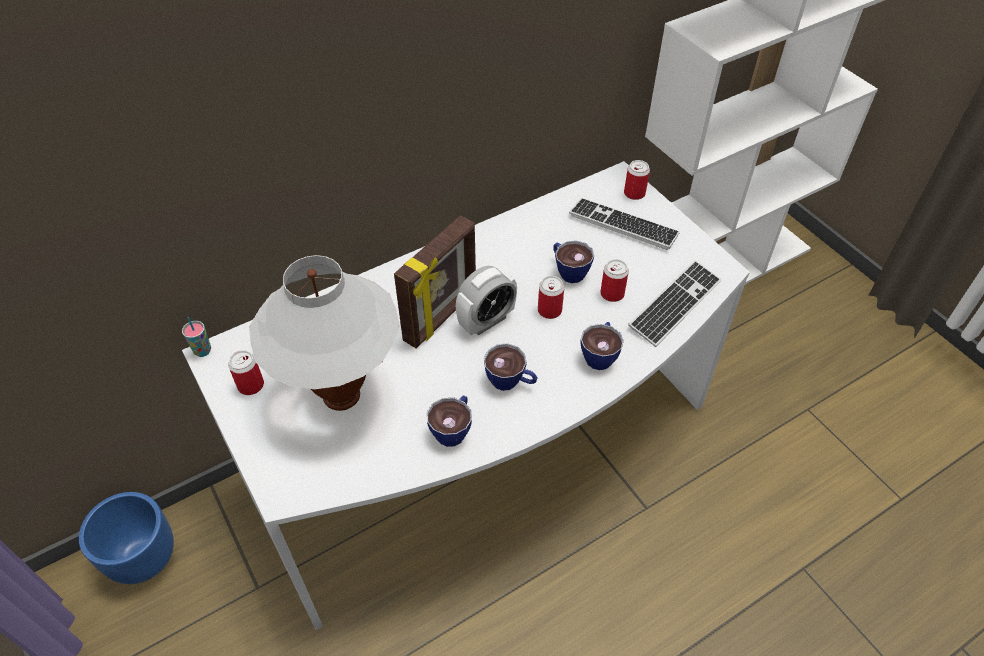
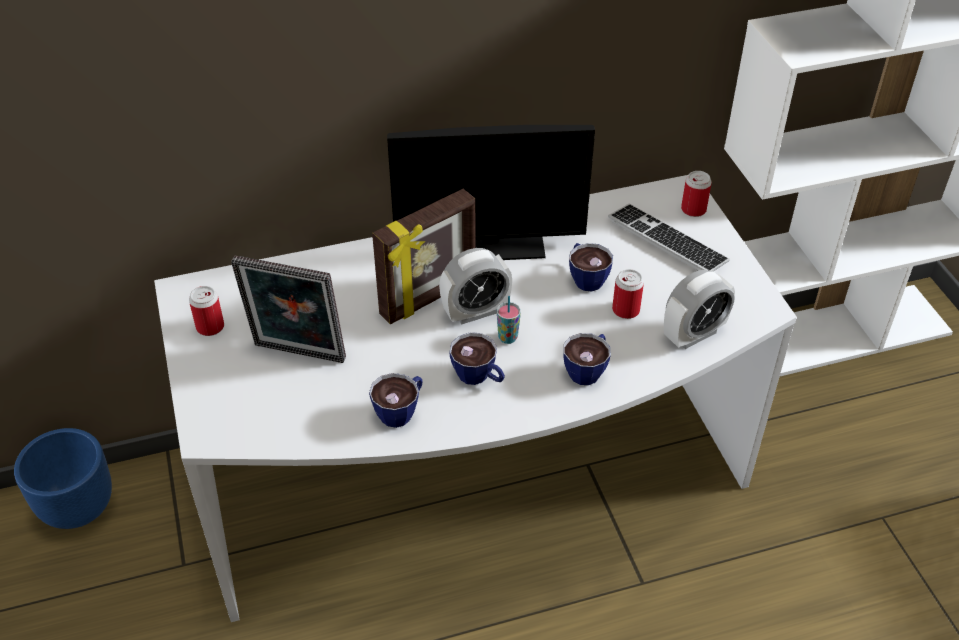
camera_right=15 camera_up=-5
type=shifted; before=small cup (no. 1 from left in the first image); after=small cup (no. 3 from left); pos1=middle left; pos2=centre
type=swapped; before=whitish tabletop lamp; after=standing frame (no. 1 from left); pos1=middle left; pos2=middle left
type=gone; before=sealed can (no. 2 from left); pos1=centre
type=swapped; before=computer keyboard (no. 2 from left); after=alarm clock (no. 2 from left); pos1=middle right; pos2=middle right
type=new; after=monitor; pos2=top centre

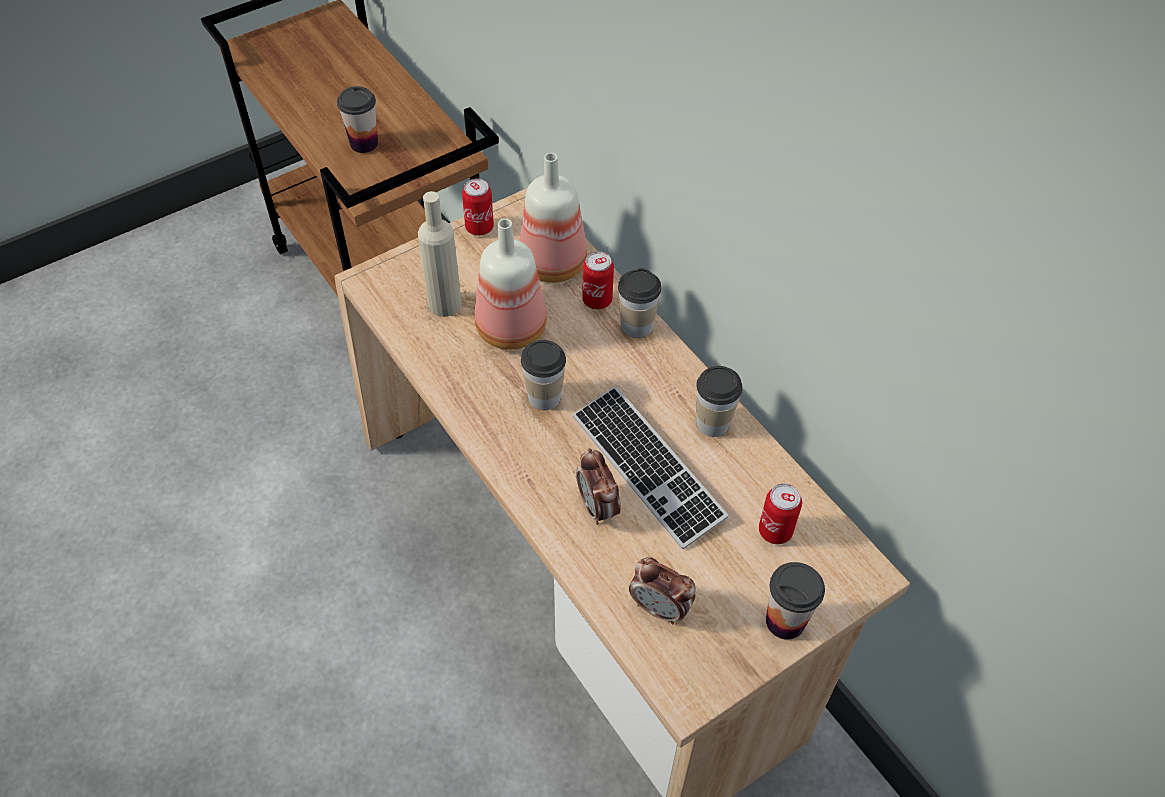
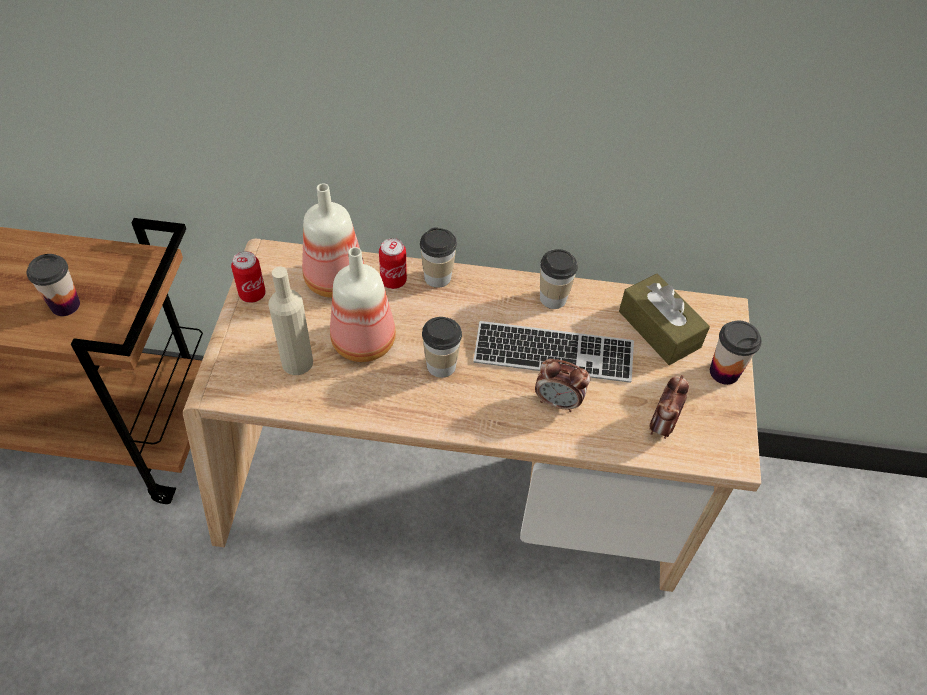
camera_right=-50 camera_up=0
type=rotated; before=alarm clock (no. 2 from left); pos1=bottom centre; pos2=middle right; turn=135
type=swapped; before=sealed can (no. 3 from left); after=brownish tissue box; pos1=middle right; pos2=middle right

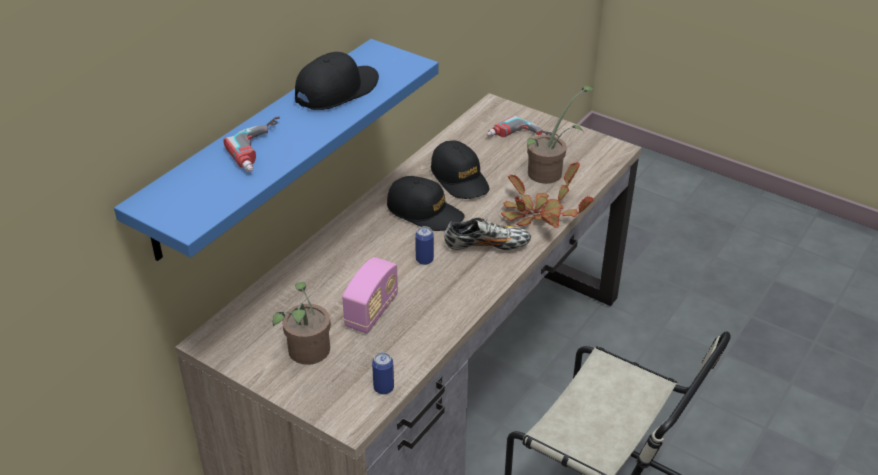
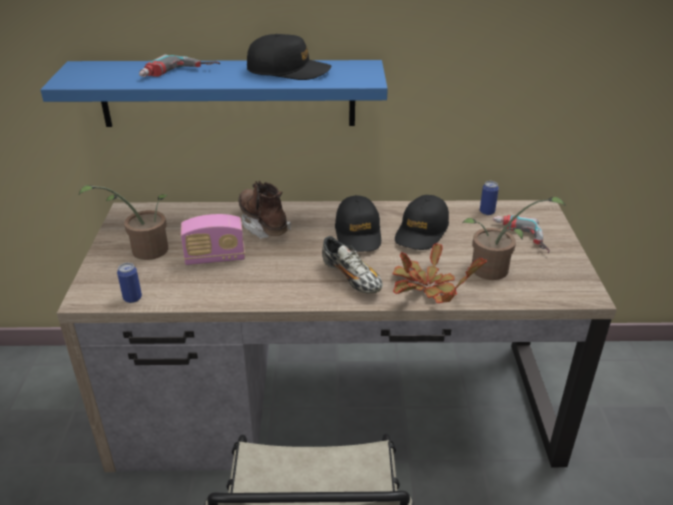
camera_right=55 camera_up=-5
type=shifted; before=sealed can (no. 2 from left); pos1=centre; pos2=middle right
type=new; after=brownish tall boot; pos2=centre

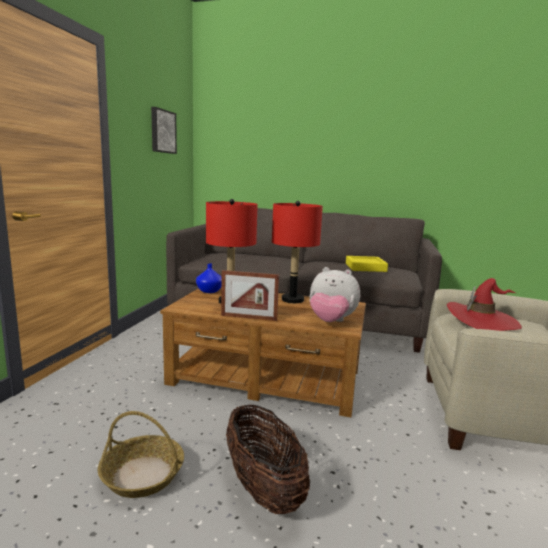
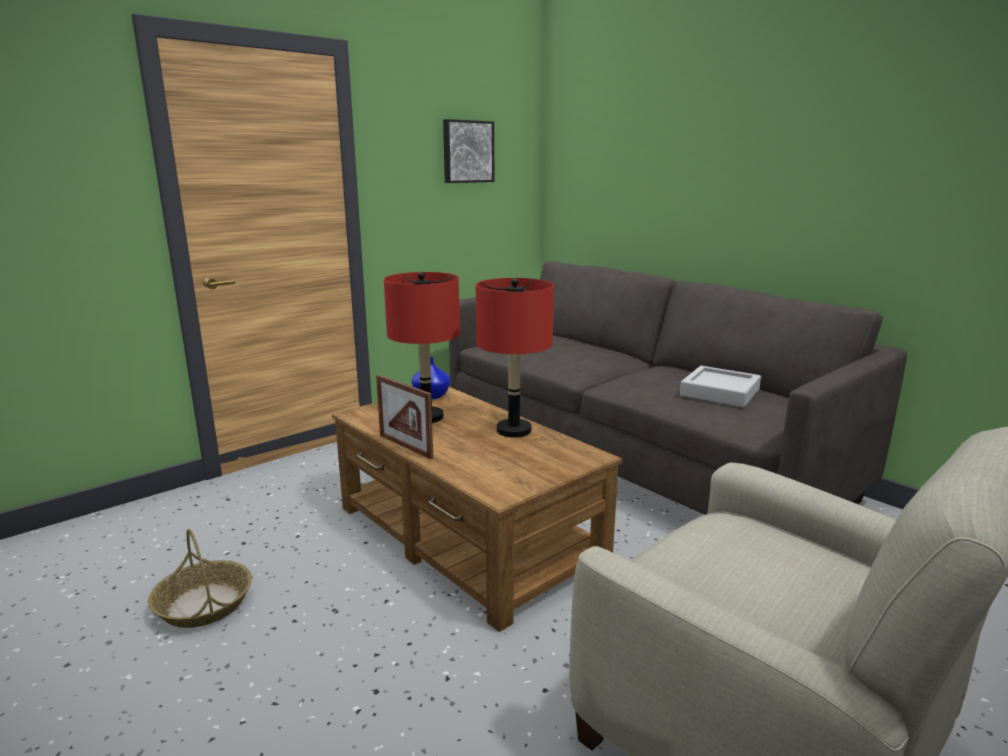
camera_right=35 camera_up=5
type=gone; before=household basket (no. 2 from left); pos1=bottom centre
type=gone; before=soft toy; pos1=centre
type=repainted; before=yellowish serving tray; after=grey serving tray; pos1=middle right; pos2=middle right
type=gone; before=red hat; pos1=middle right

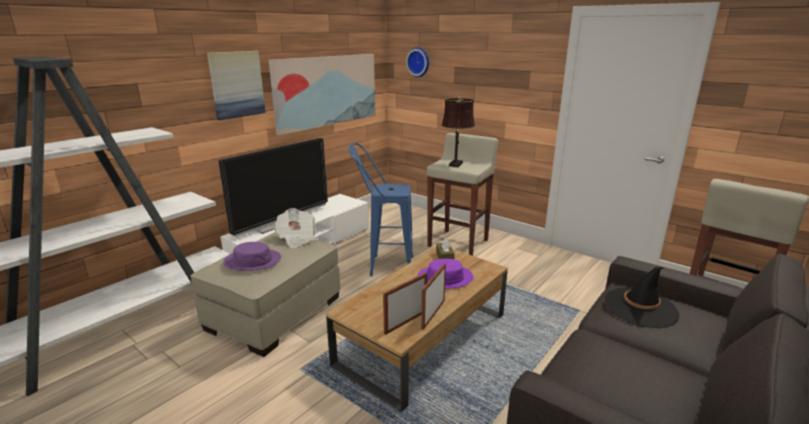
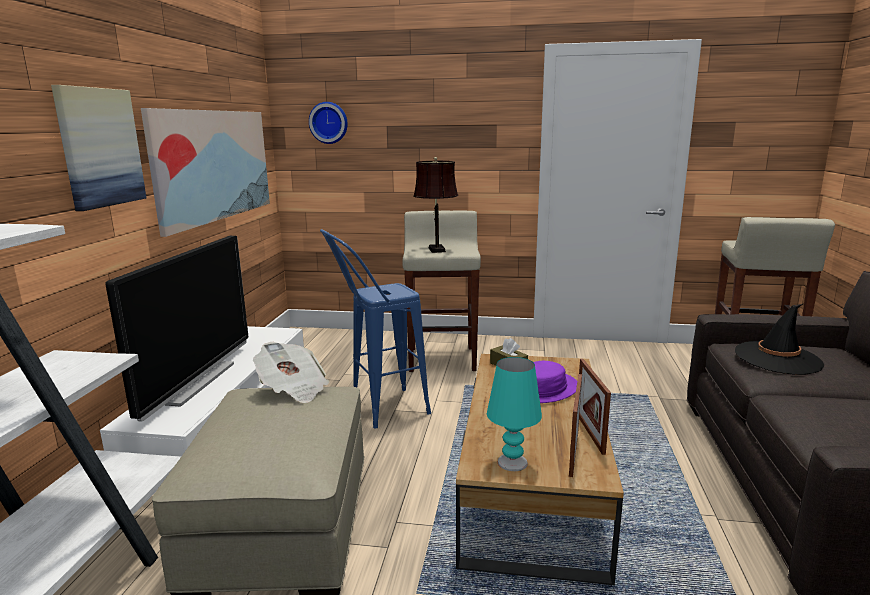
camera_right=-30 camera_up=-5
type=gone; before=purple-coloured hat (no. 1 from left); pos1=middle left
type=new; after=blue-green tabletop lamp; pos2=bottom centre

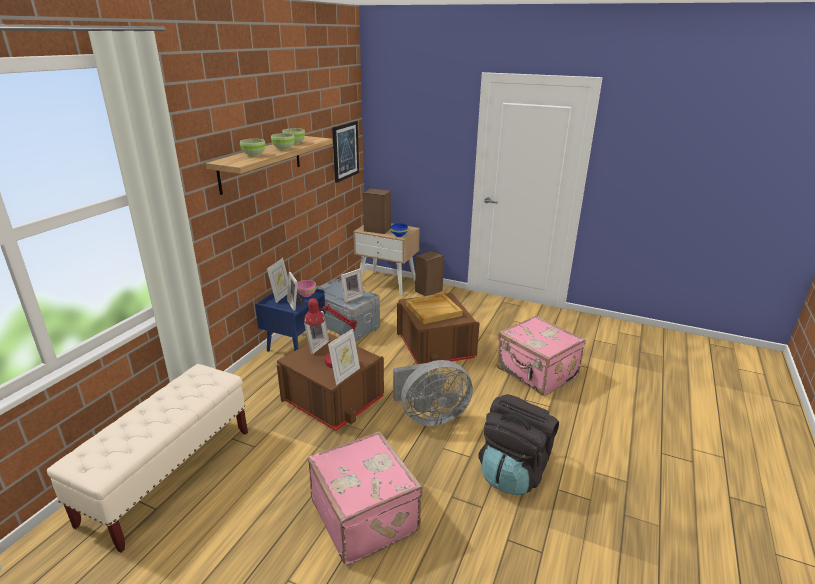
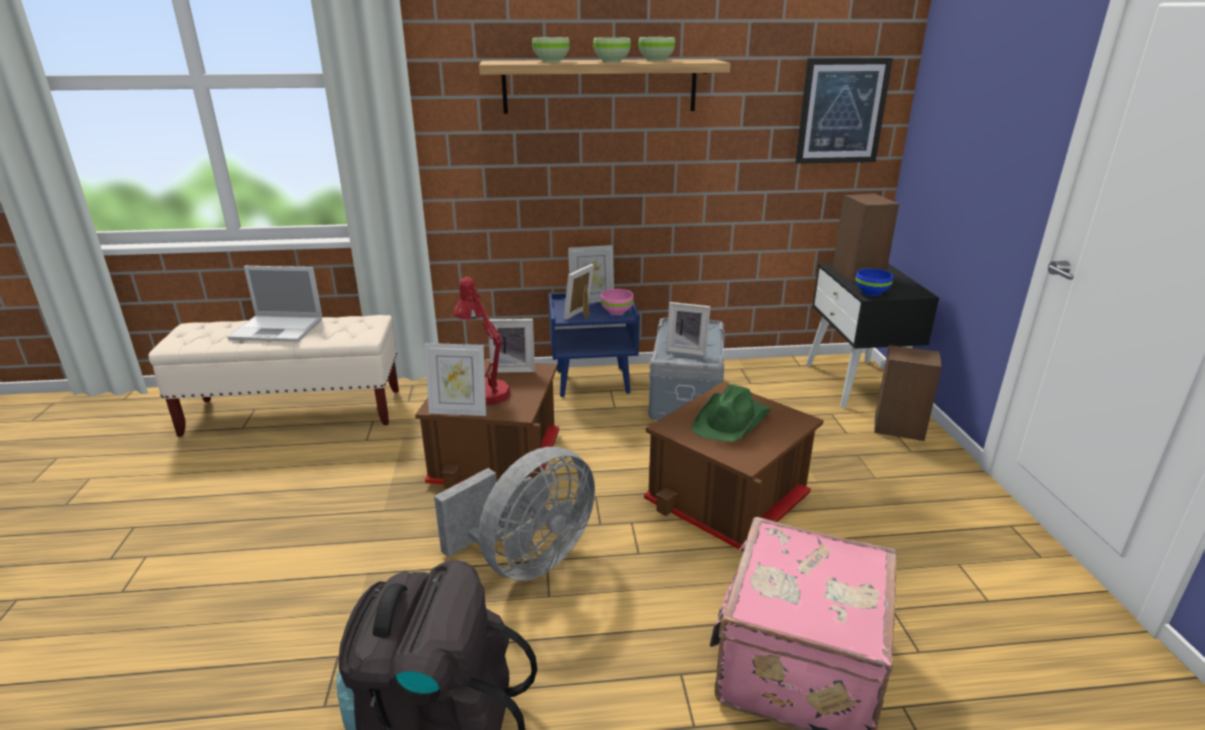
camera_right=60 camera_up=0
type=gone; before=pink travel case (no. 1 from left); pos1=bottom centre
type=repainted; before=sand-coloured bedside table; after=black-coloured bedside table; pos1=centre; pos2=middle right
type=rotated; before=grey fan; pos1=bottom centre; pos2=bottom centre; turn=-90
type=swapped; before=sand-coloured serving tray; after=greenish hat; pos1=centre; pos2=centre
type=new; after=notebook computer; pos2=middle left

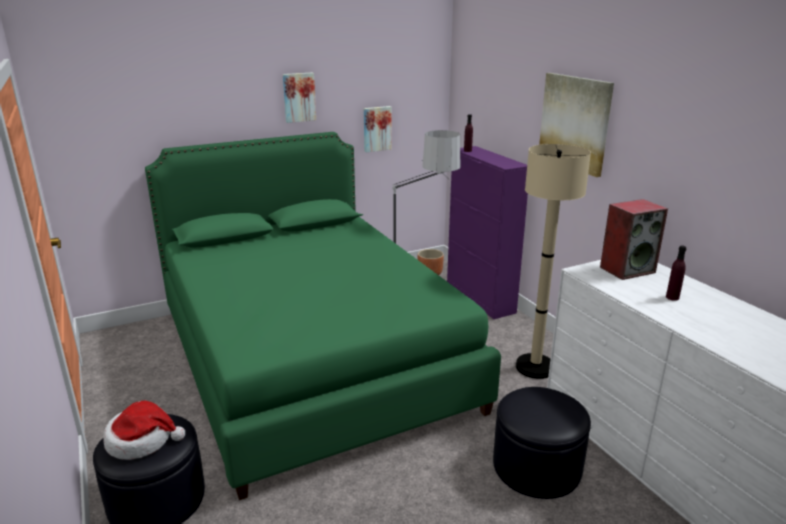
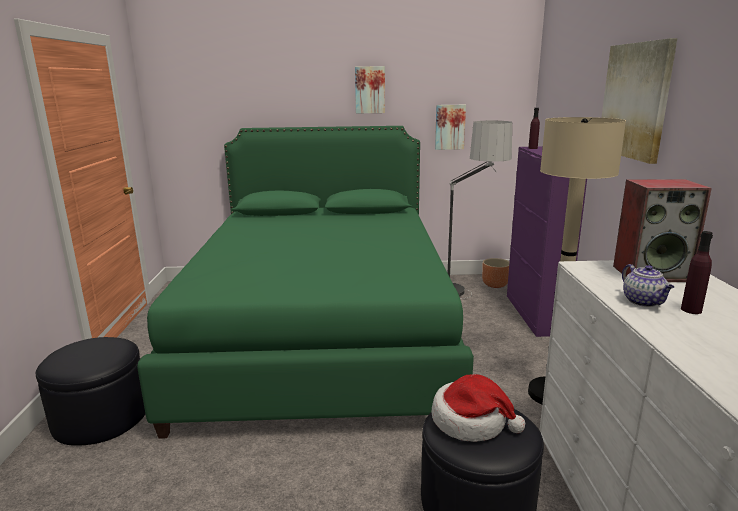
camera_right=25 camera_up=-5
type=shifted; before=hat; pos1=bottom left; pos2=bottom centre
type=new; after=pot for tea; pos2=middle right

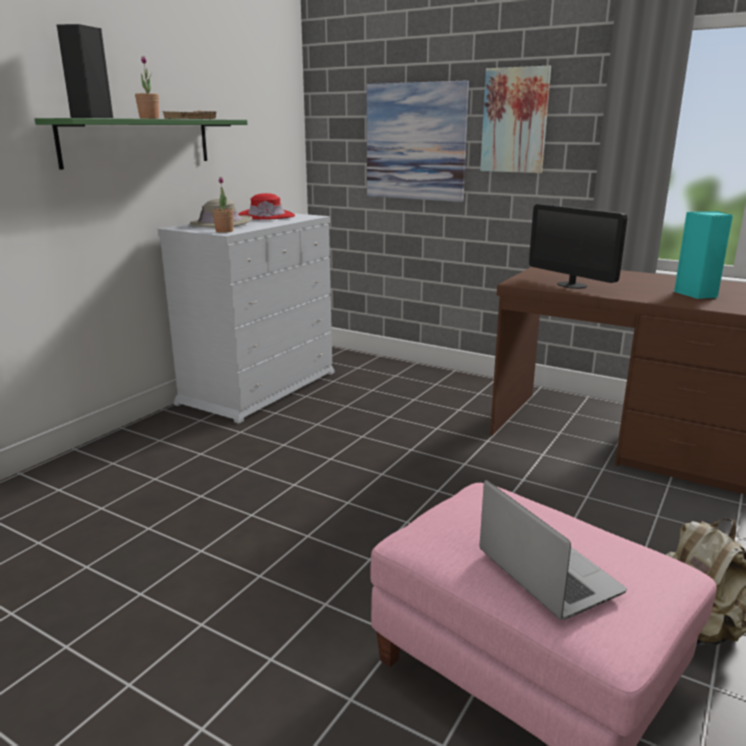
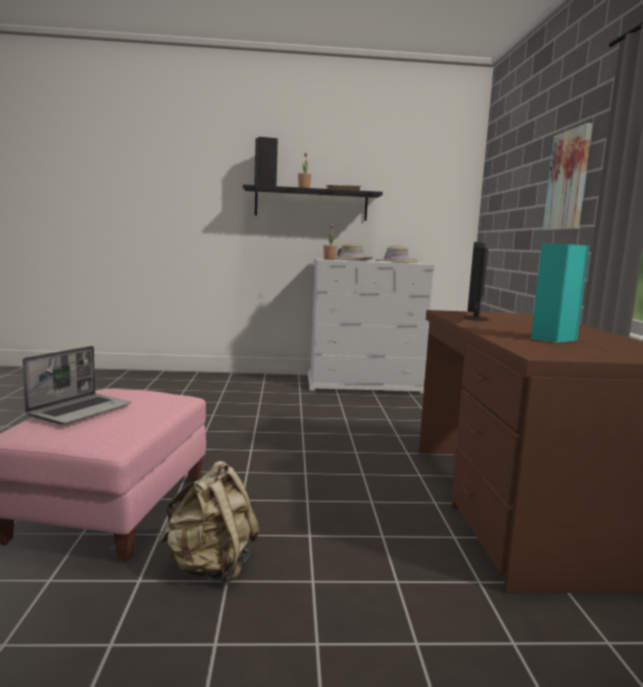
camera_right=55 camera_up=-10
type=repainted; before=greenish shelf; after=black-coloured shelf; pos1=top left; pos2=top centre
type=repainted; before=red hat; after=sand-coloured hat (no. 2 from left); pos1=top centre; pos2=centre
type=gone; before=wall picture (no. 1 from left); pos1=top centre

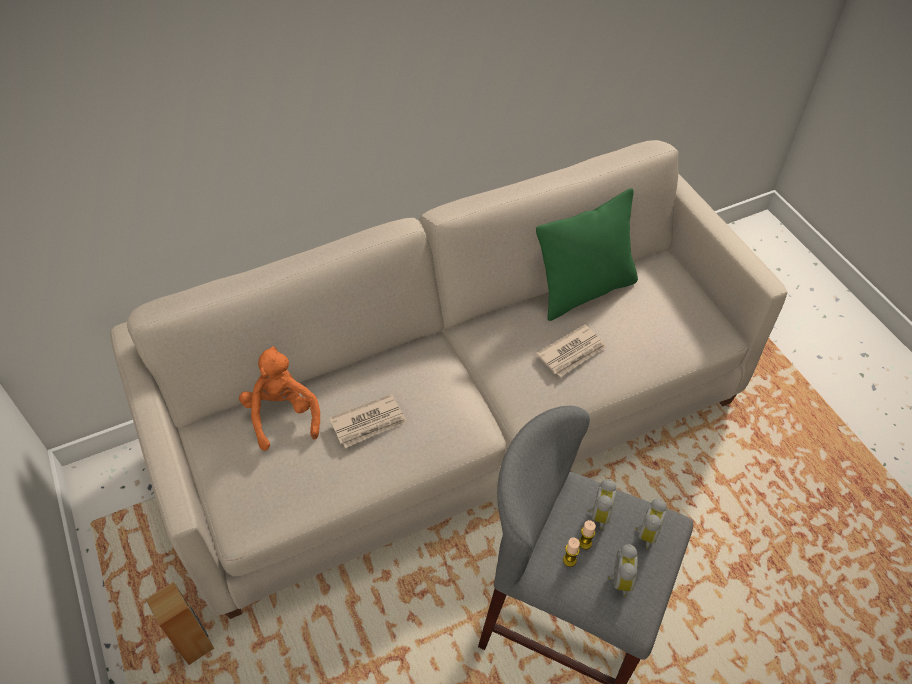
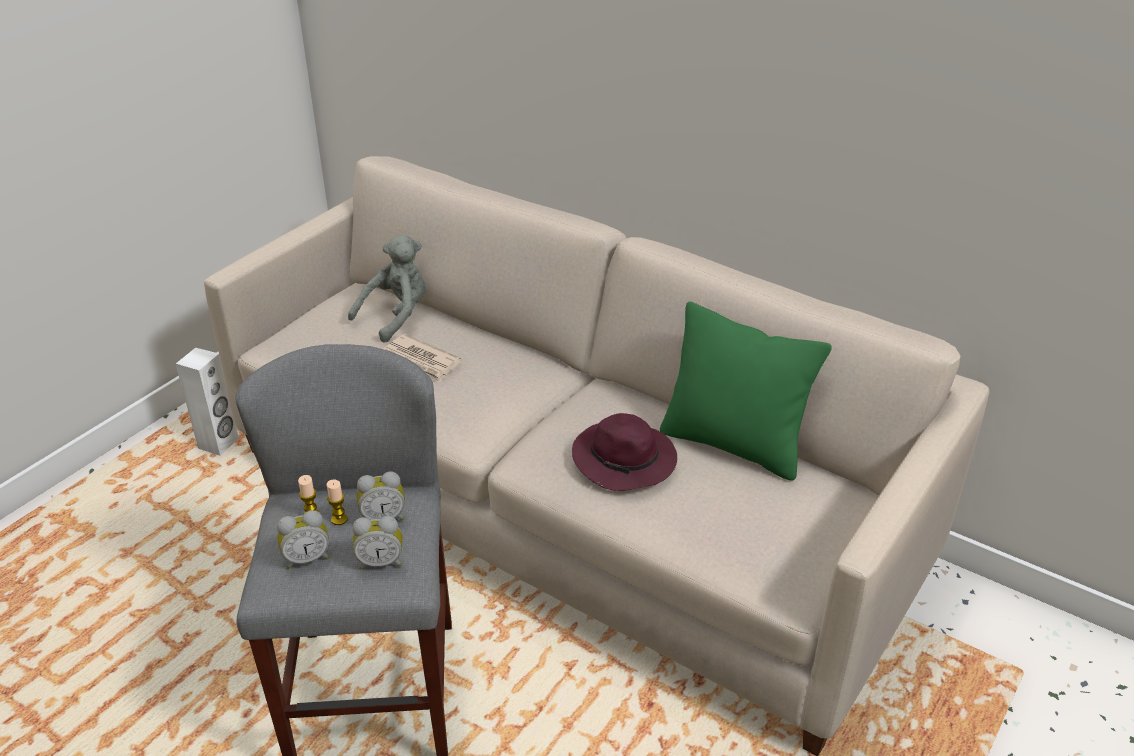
camera_right=60 camera_up=-15
type=repainted; before=brownish speaker; after=whitish speaker; pos1=bottom left; pos2=middle left
type=repainted; before=orange soft toy; after=grey soft toy; pos1=middle left; pos2=centre
type=swapped; before=daily paper (no. 2 from left); after=purple-coloured hat; pos1=centre; pos2=centre

